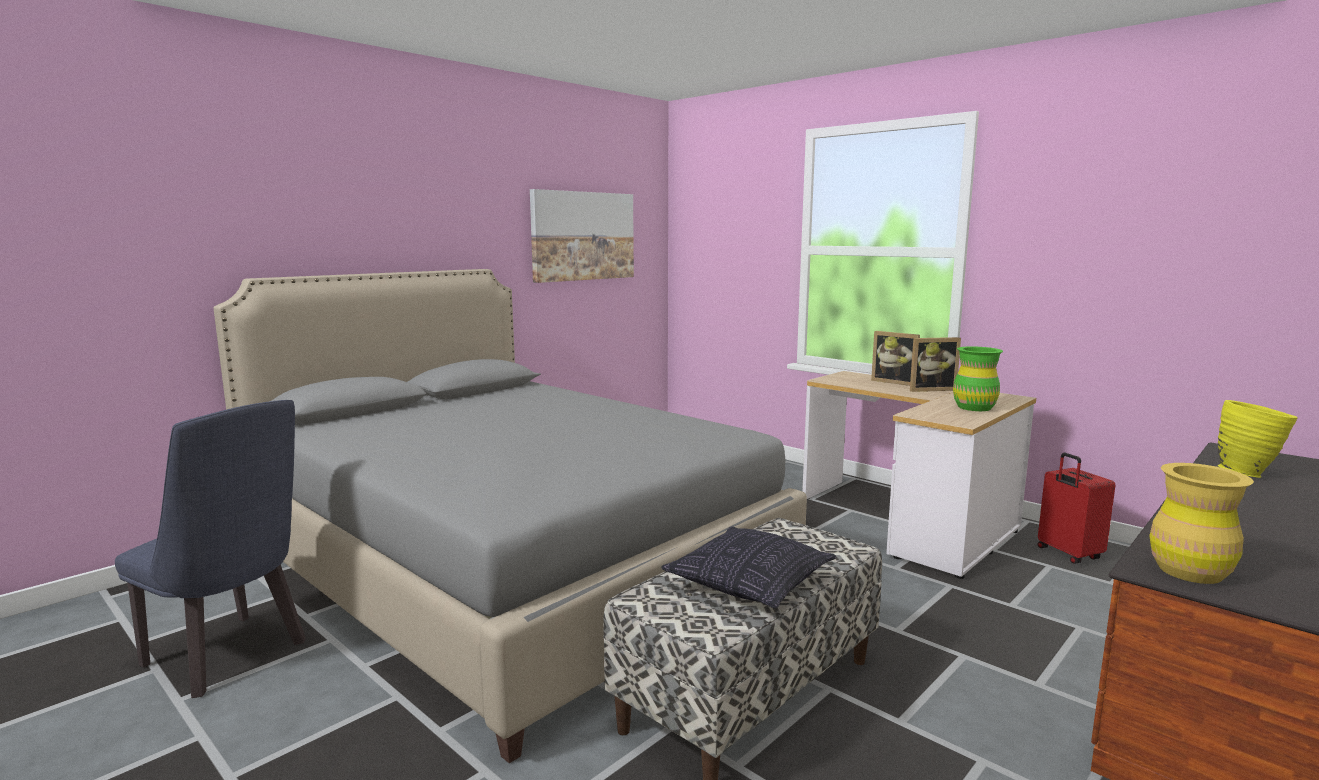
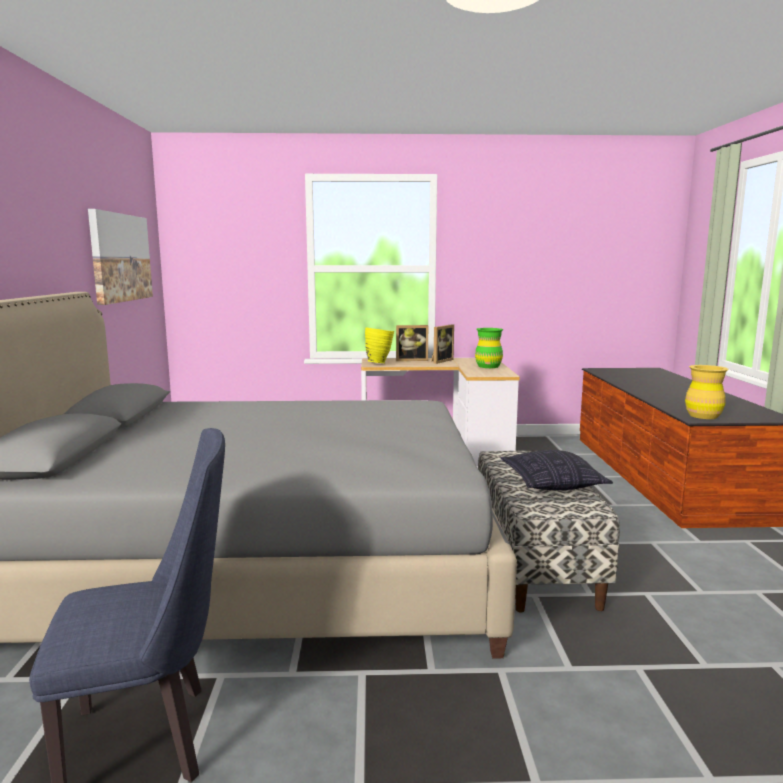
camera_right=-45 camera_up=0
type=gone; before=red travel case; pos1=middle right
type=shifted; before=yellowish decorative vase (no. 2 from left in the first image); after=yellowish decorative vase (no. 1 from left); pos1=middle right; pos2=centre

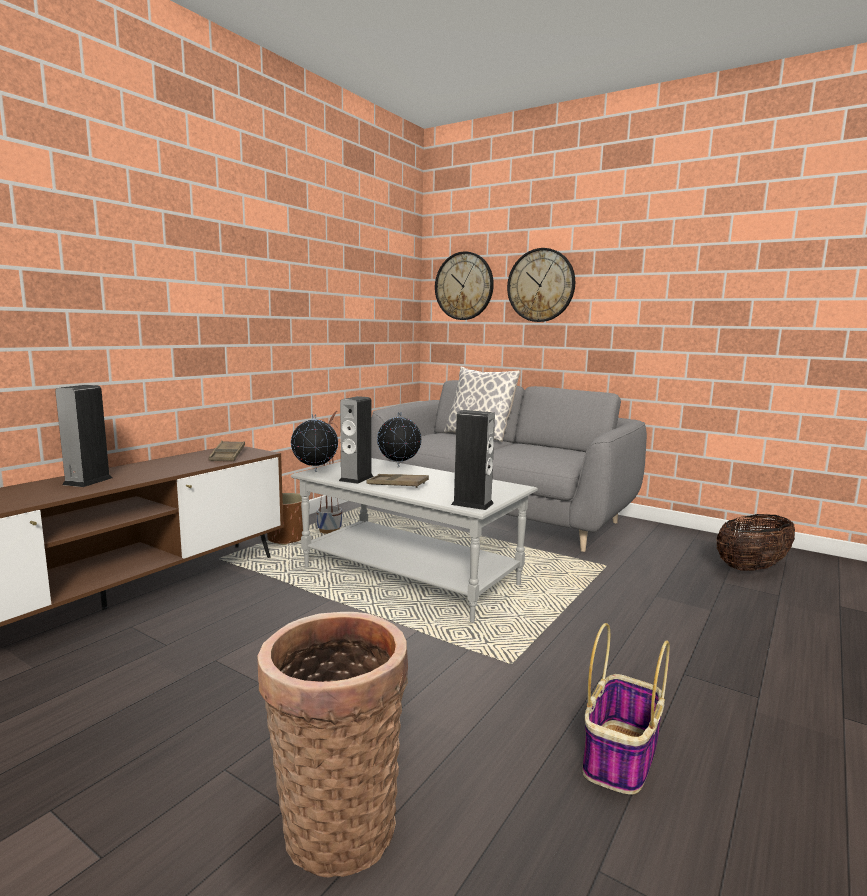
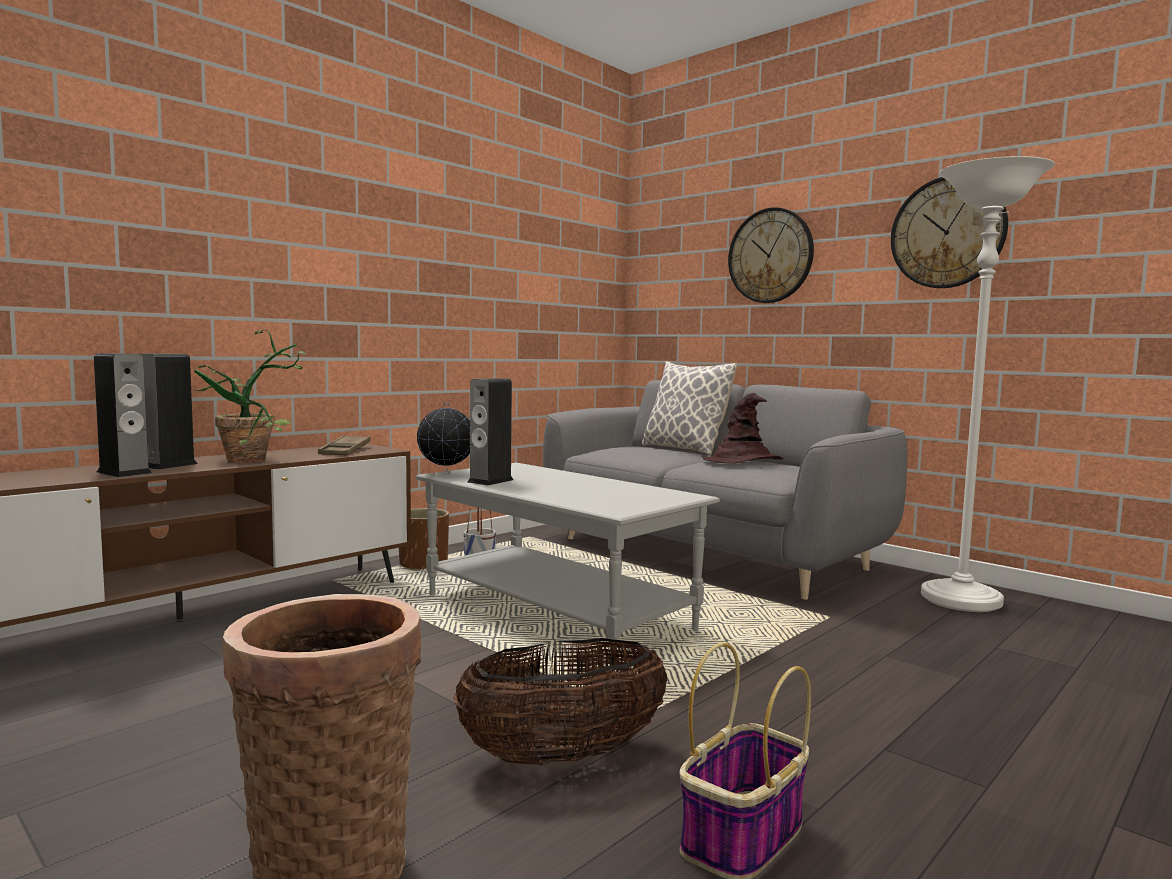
camera_right=10 camera_up=-5
type=gone; before=brownish serving tray (no. 2 from left); pos1=centre
type=gone; before=globe (no. 2 from left); pos1=centre
type=shifted; before=clock on the wall (no. 1 from left in the first image); after=clock on the wall (no. 2 from left); pos1=top centre; pos2=top right
type=shifted; before=speaker (no. 3 from left in the first image); after=speaker (no. 1 from left); pos1=centre; pos2=middle left
type=shifted; before=household basket (no. 3 from left in the first image); after=household basket (no. 2 from left); pos1=middle right; pos2=bottom centre
type=new; after=plant in a pot; pos2=middle left
type=new; after=brownish hat; pos2=centre
type=new; after=whitish floor lamp; pos2=middle right

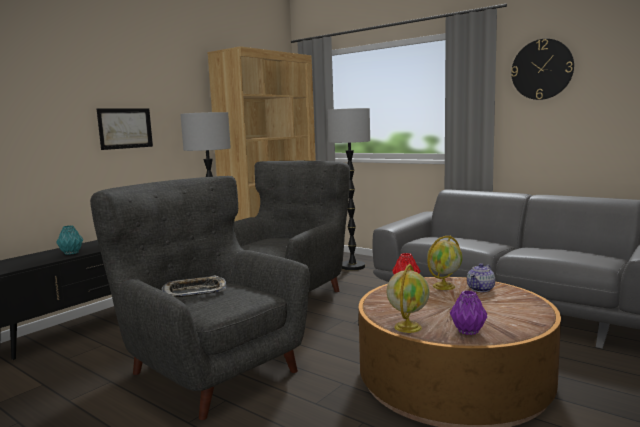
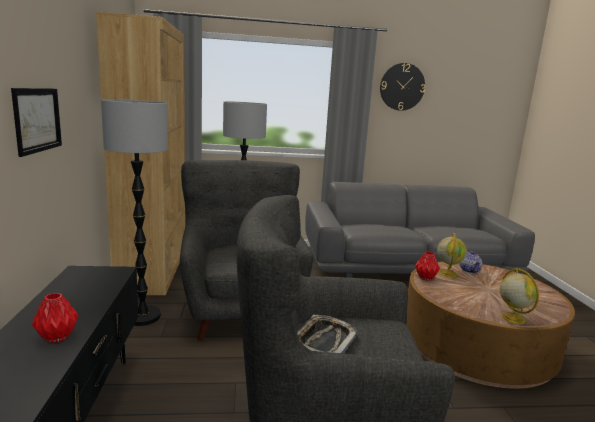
camera_right=-45 camera_up=5
type=repainted; before=blue-green decorative vase; after=red decorative vase (no. 1 from left); pos1=middle left; pos2=bottom left
type=gone; before=purple-coloured decorative vase; pos1=bottom right

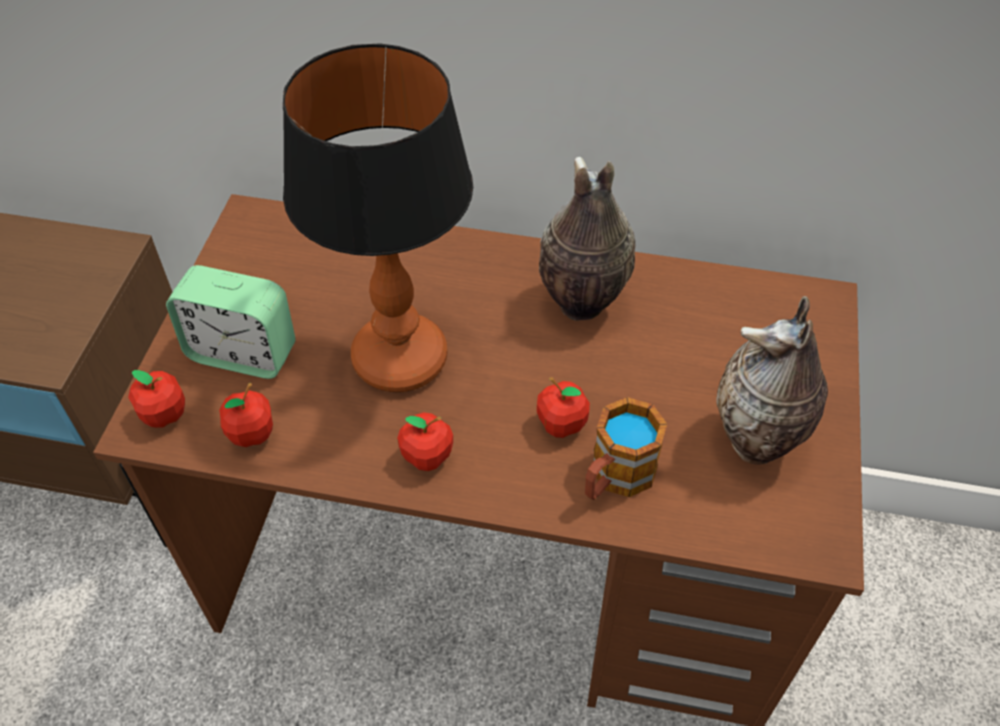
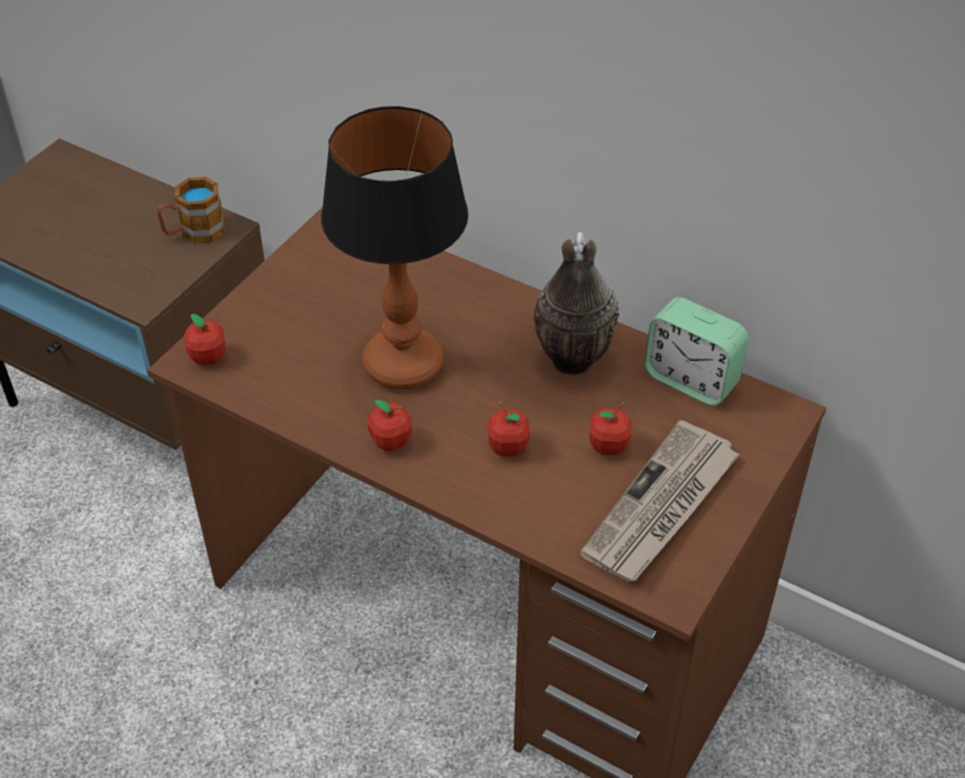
camera_right=20 camera_up=-5
type=shifted; before=alarm clock; pos1=middle left; pos2=middle right
type=shifted; before=whole apple (no. 2 from left in the first image); after=whole apple (no. 4 from left); pos1=middle left; pos2=centre
type=shifted; before=mug; pos1=centre; pos2=top left
type=swapped; before=decorative vase (no. 2 from left); after=daily paper; pos1=middle right; pos2=middle right

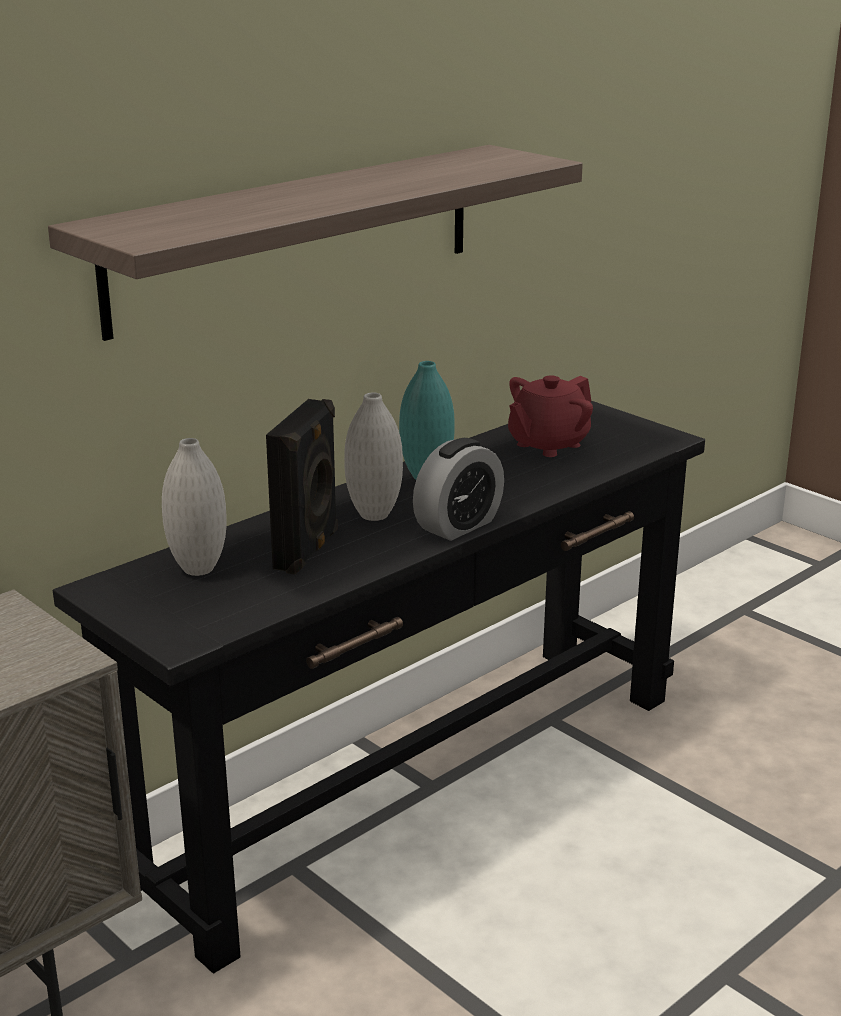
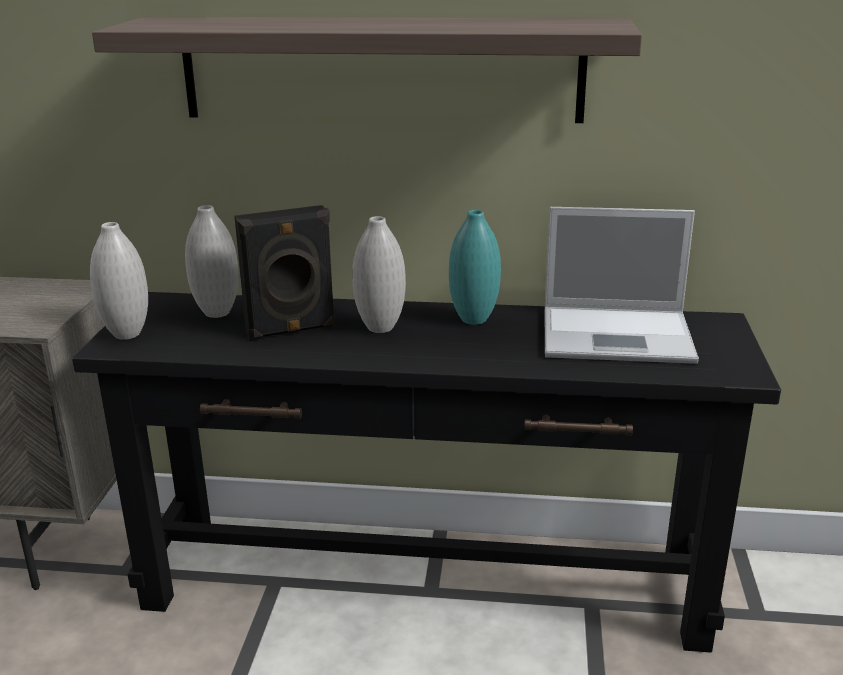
camera_right=50 camera_up=0
type=gone; before=alarm clock; pos1=centre
type=swapped; before=red pot for tea; after=notebook computer; pos1=centre; pos2=middle right
type=new; after=whitish decorative vase (no. 1 from left); pos2=middle left

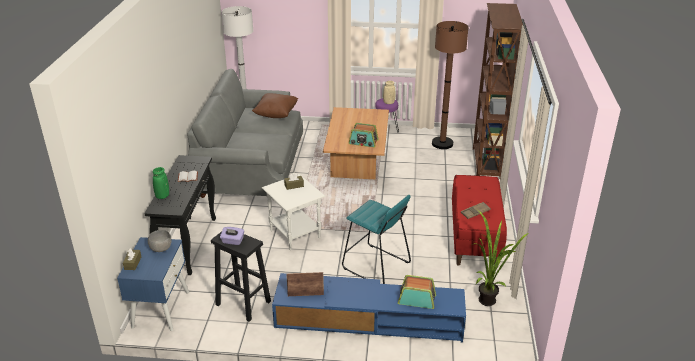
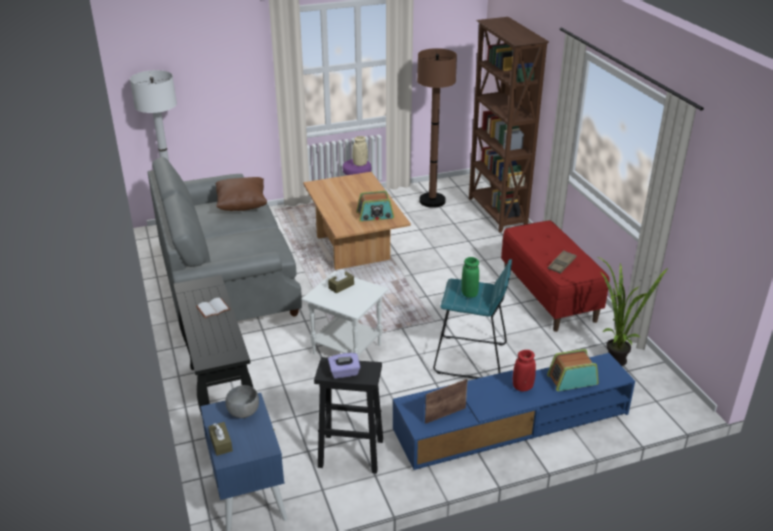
camera_right=-25 camera_up=0
type=shifted; before=greenish decorative vase; pos1=middle left; pos2=centre
type=new; after=red decorative vase; pos2=bottom right

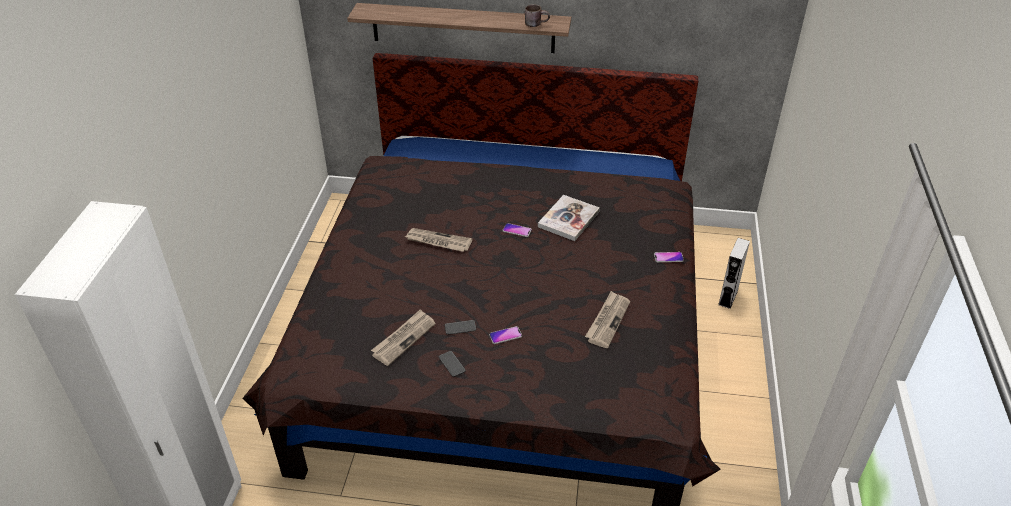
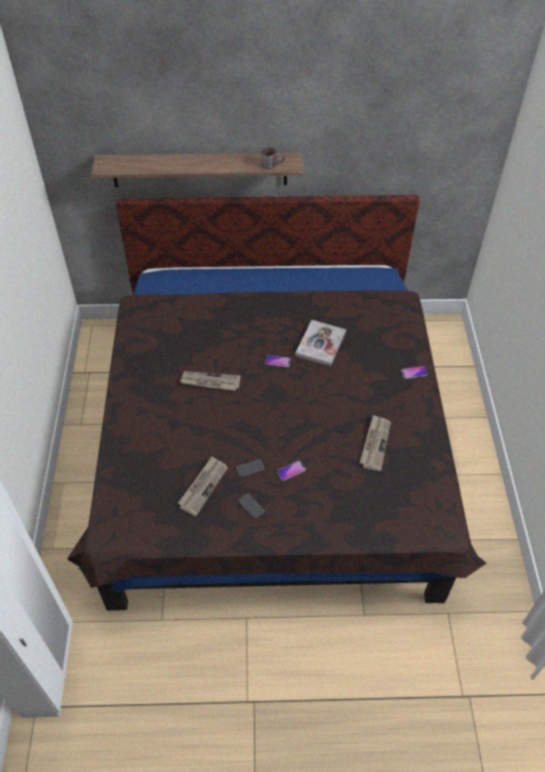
camera_right=-10 camera_up=10
type=gone; before=grey speaker; pos1=middle right

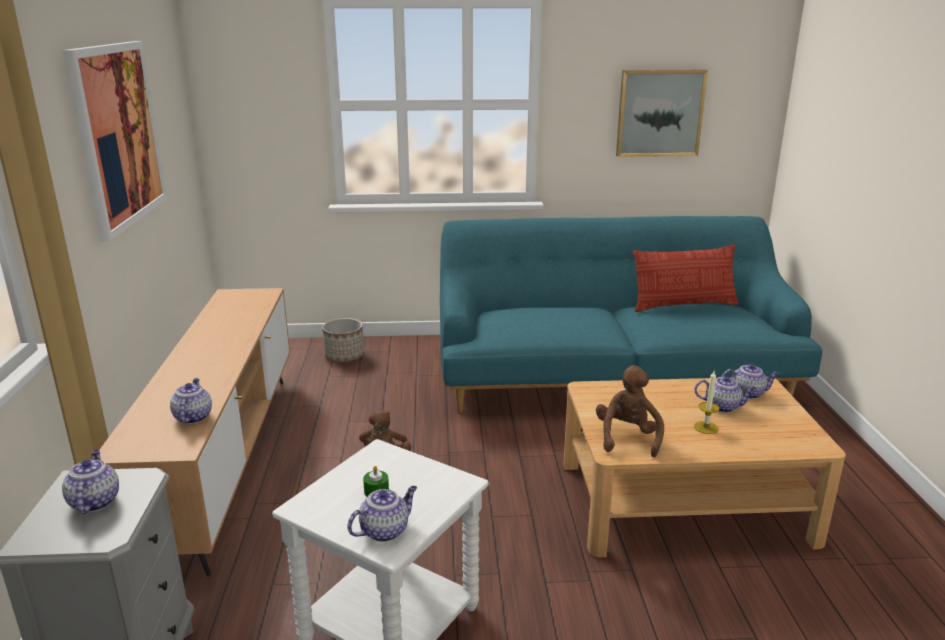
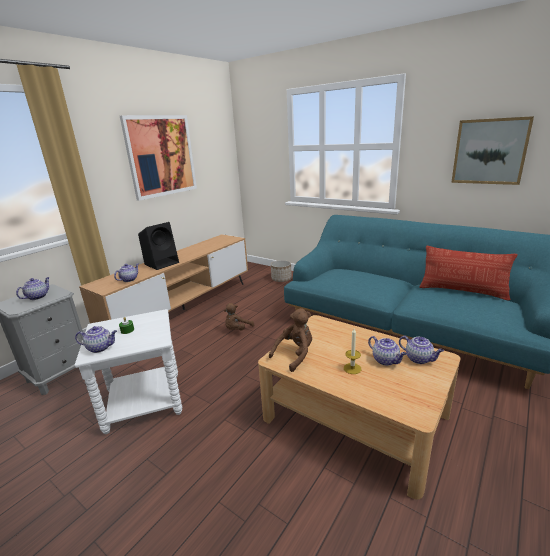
camera_right=40 camera_up=0
type=new; after=black-coloured speaker; pos2=middle left

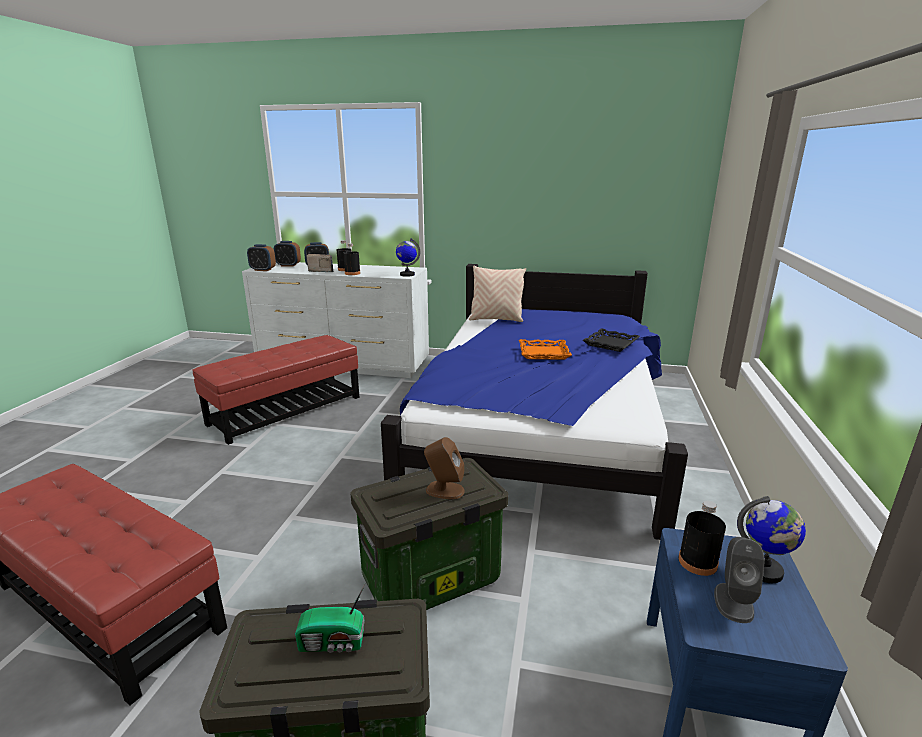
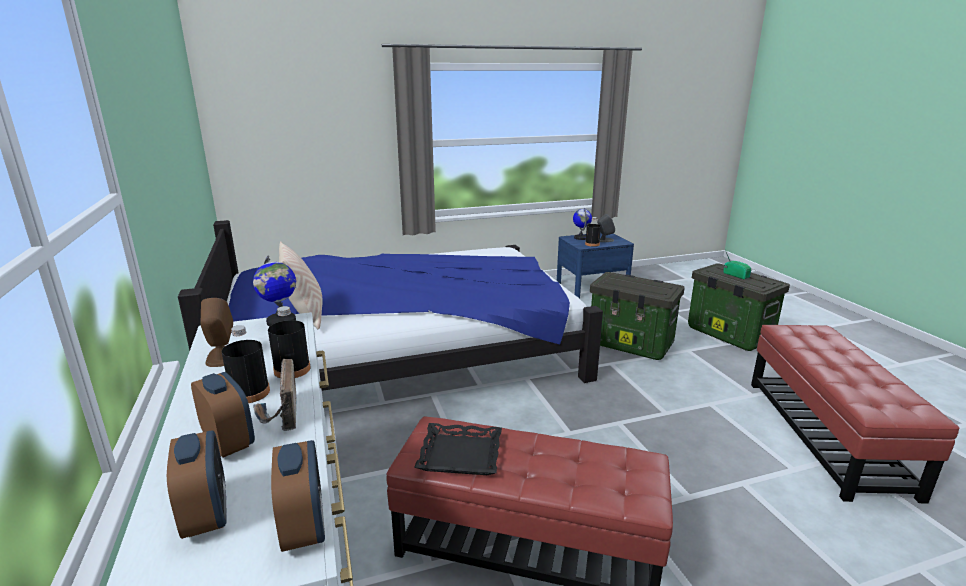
camera_right=-120 camera_up=0
type=shifted; before=brownish speaker; pos1=centre; pos2=middle left
type=gone; before=orange serving tray; pos1=centre
type=shifted; before=black-coloured serving tray; pos1=centre; pos2=bottom centre

